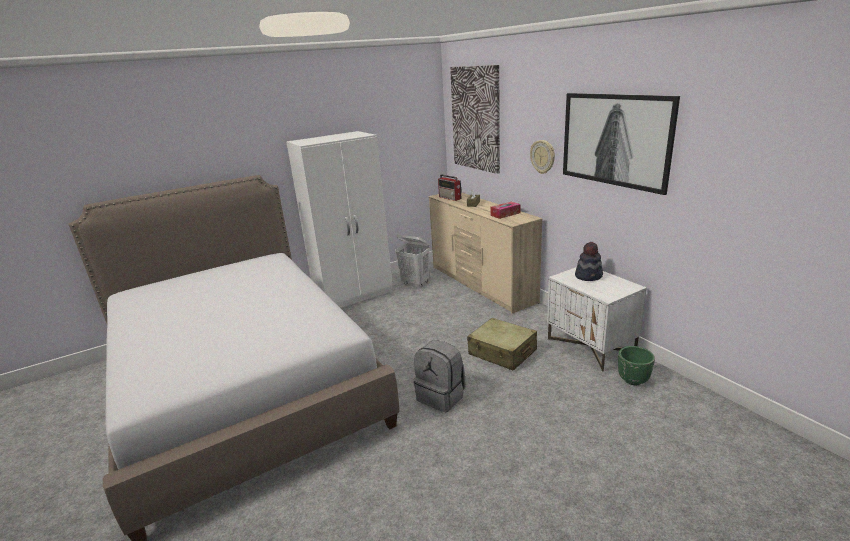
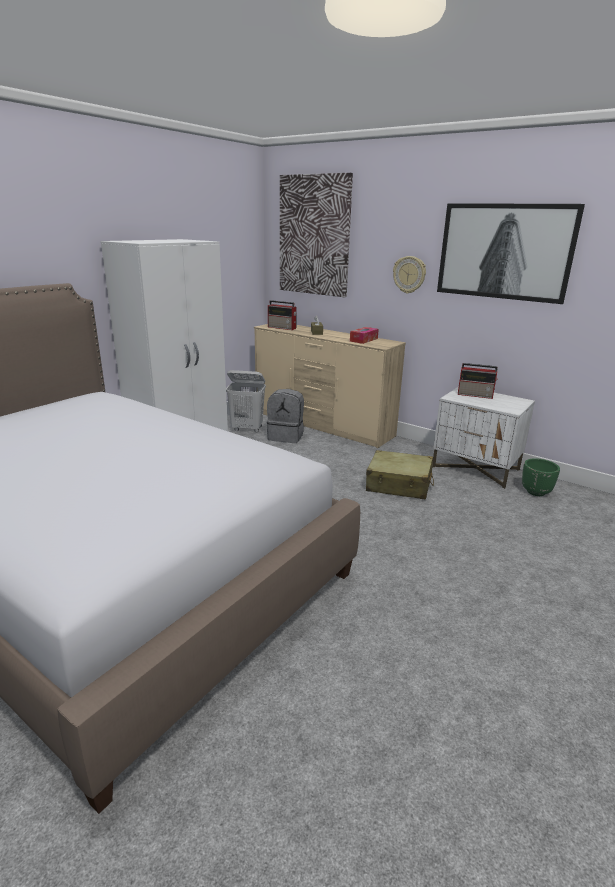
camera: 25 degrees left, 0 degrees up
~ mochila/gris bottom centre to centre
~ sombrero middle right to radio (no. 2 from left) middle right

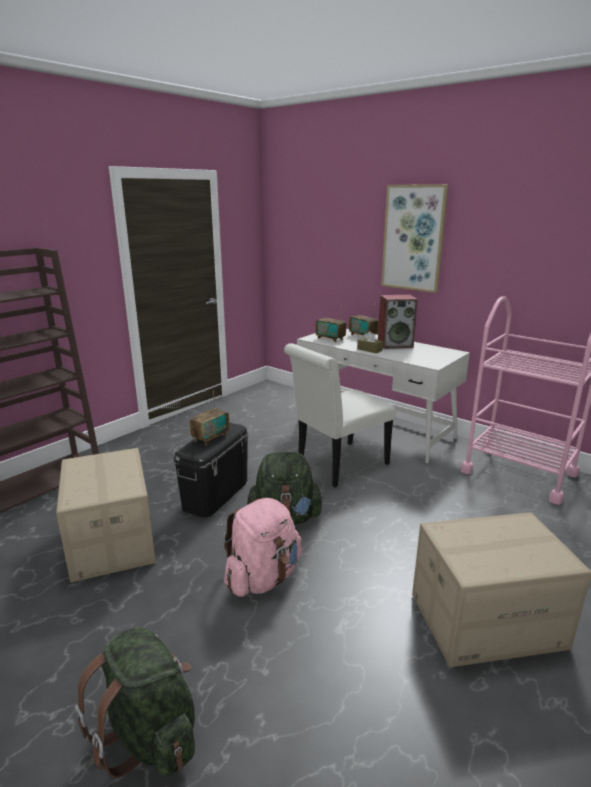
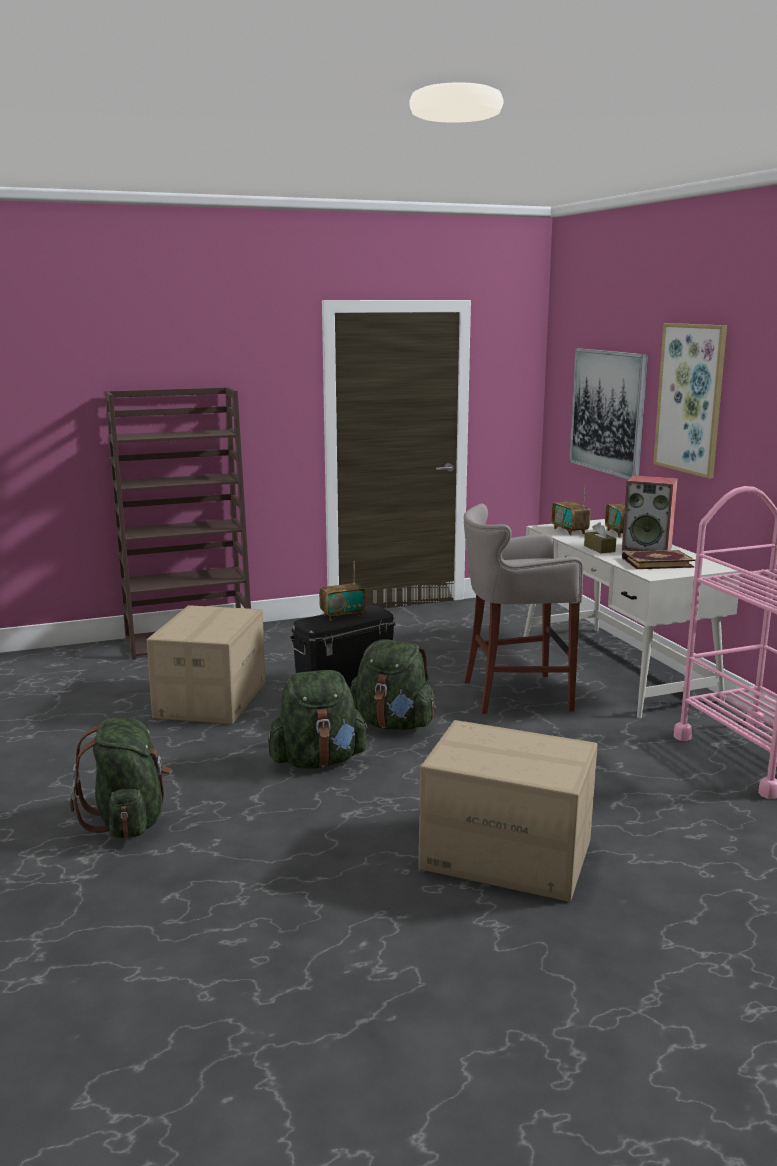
camera: 30 degrees right, 5 degrees down
~ mochila/rosa bottom centre to mochila/verde (no. 2 from left) centre
~ silla/blanco centre to taburete/gris middle right
+ cuadro (no. 1 from left) middle right
+ libro middle right

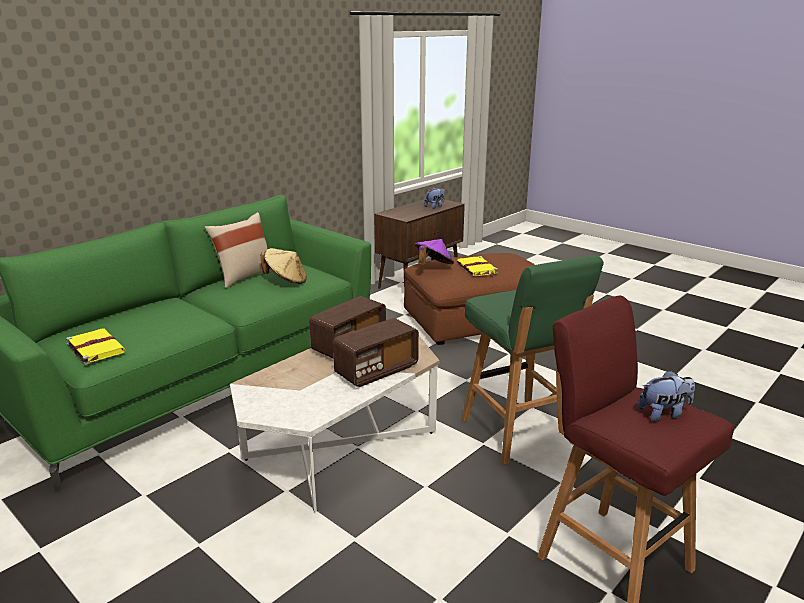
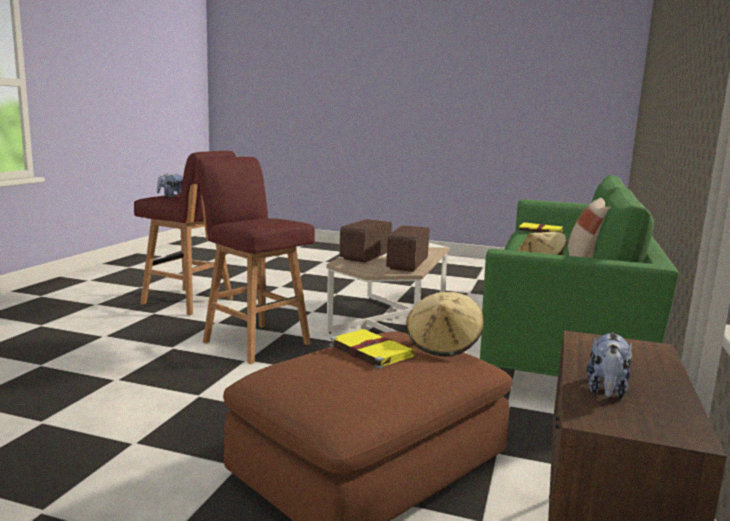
camera: 155 degrees right, 10 degrees down
~ sombrero/morado centre to sombrero/beis (no. 1 from left) centre
~ taburete/verde centre to taburete/rojo (no. 2 from left) centre

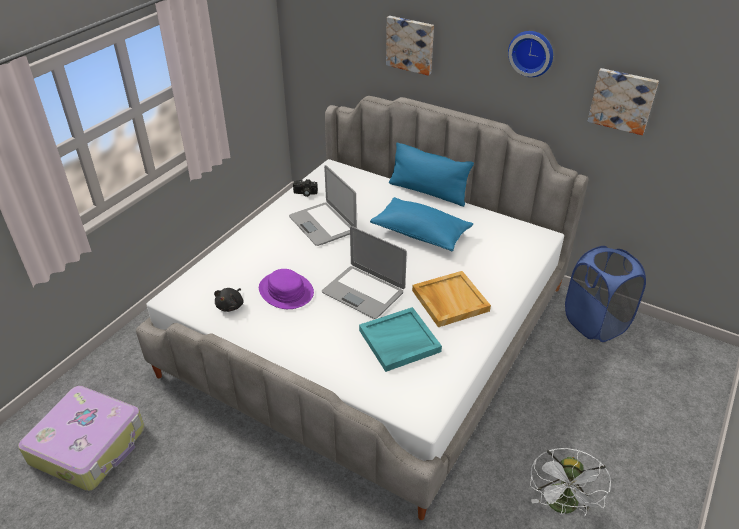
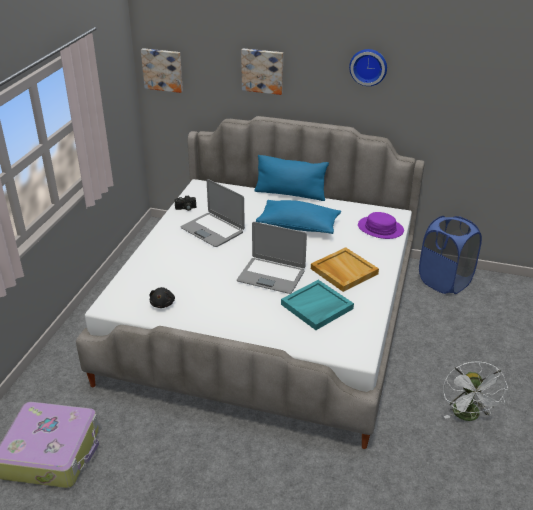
camera: 15 degrees left, 5 degrees down
~ sombrero/morado centre to middle right
~ cuadro (no. 2 from left in the first image) top right to cuadro (no. 1 from left) top left

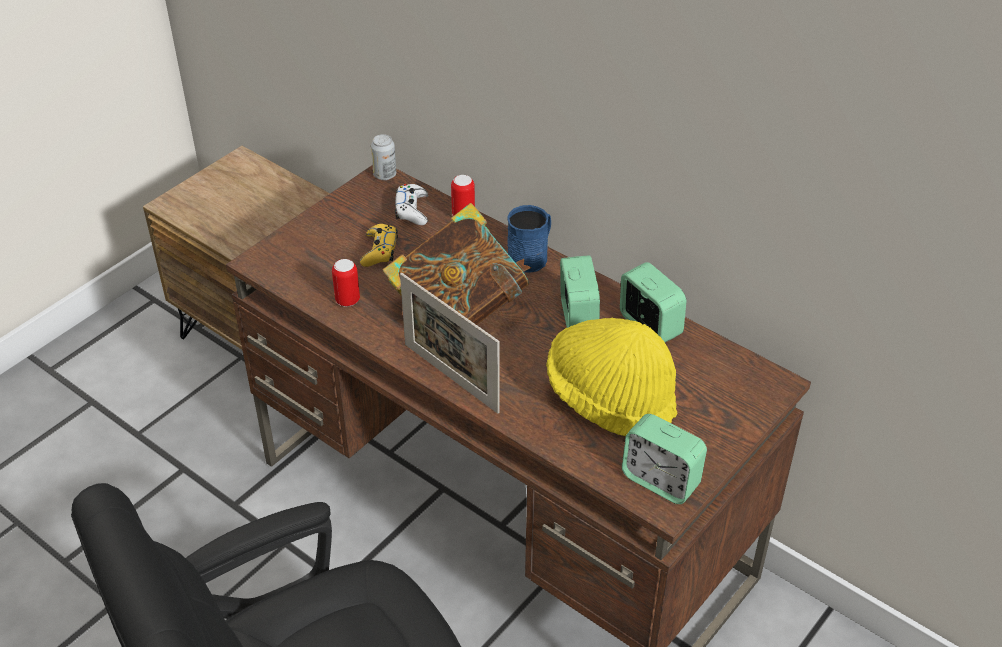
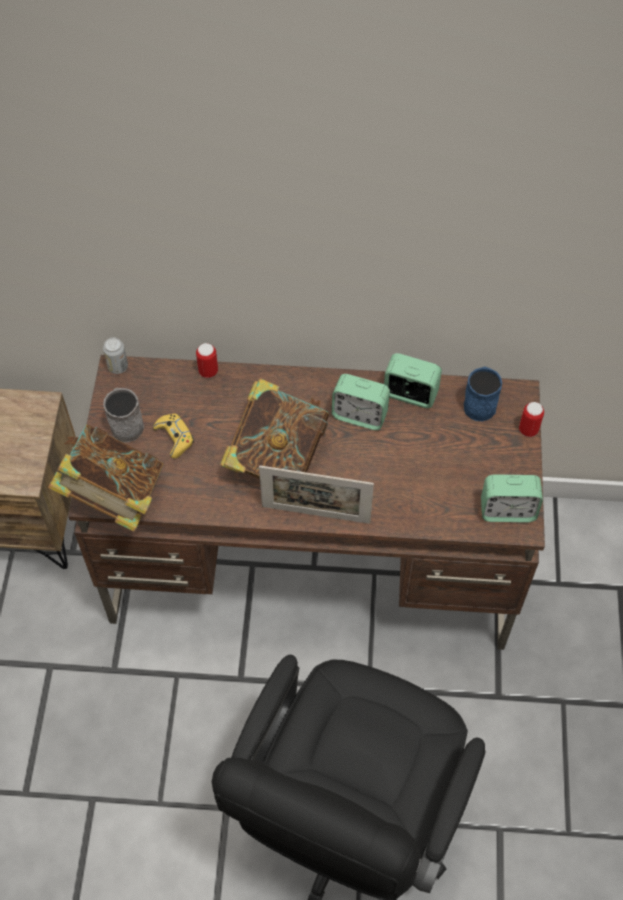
camera: 35 degrees left, 15 degrees up
~ lata (no. 1 from left in the first image) centre to lata (no. 3 from left) middle right
- mando de consola/blanco top centre
~ taza grande/azul centre to middle right
- sombrero/amarillo centre
~ despertador (no. 1 from left) centre = centre 150 degrees clockwise
+ libro (no. 1 from left) middle left
+ taza grande/gris middle left

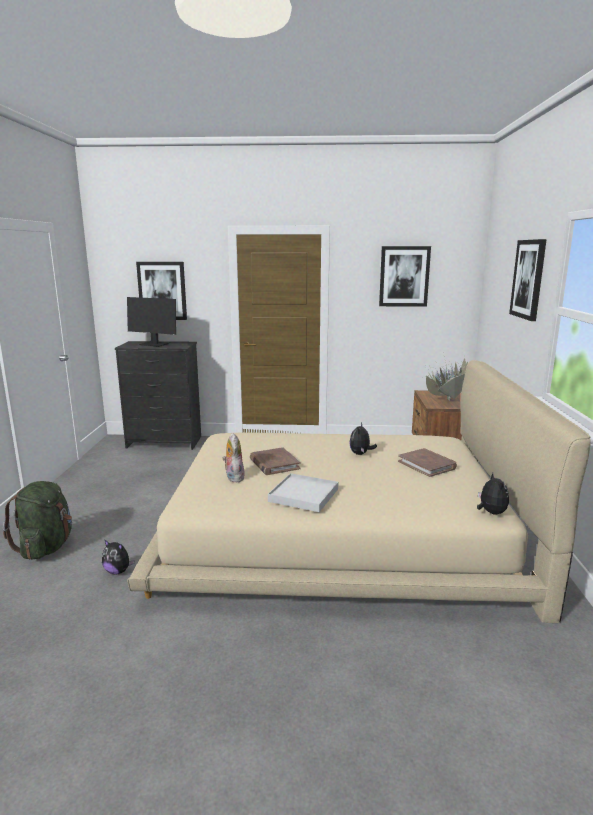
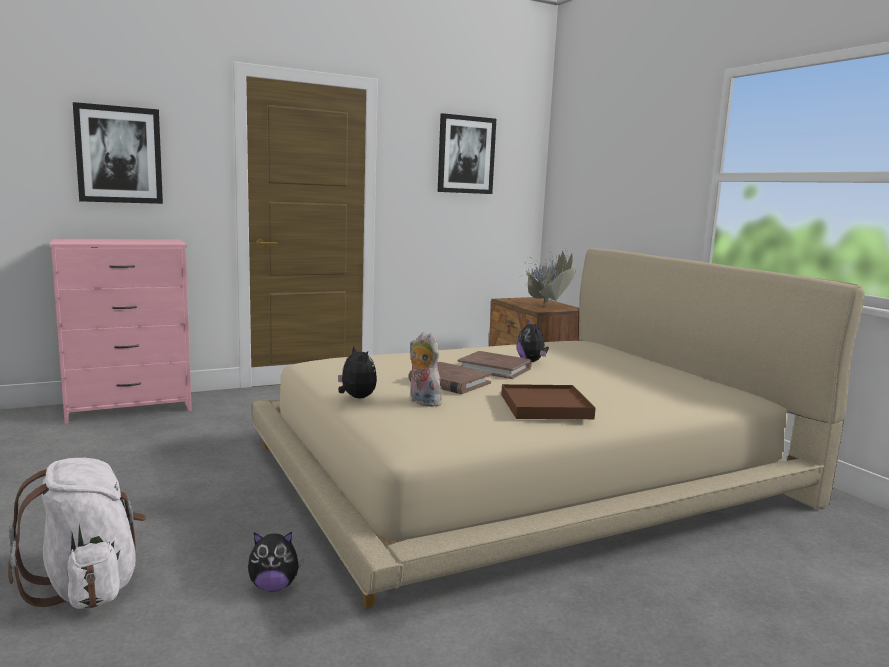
camera: 30 degrees left, 5 degrees down
~ mochila/verde middle left to mochila/blanco bottom left
~ cómoda/negro middle left to cómoda/rosa middle left
- monitor middle left
~ bandeja/blanco centre to bandeja/marrón centre
~ libro/marrón (no. 2 from left) middle right to centre
~ peluche (no. 4 from left in the first image) middle right to peluche (no. 2 from left) centre
- cuadro (no. 3 from left) middle right

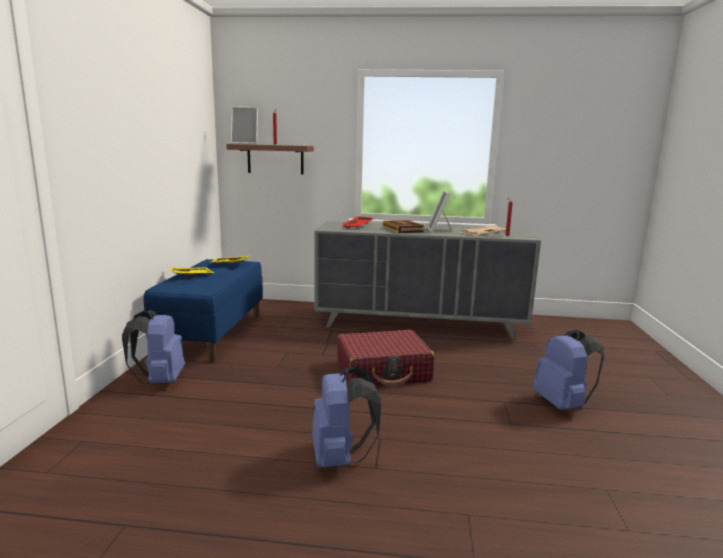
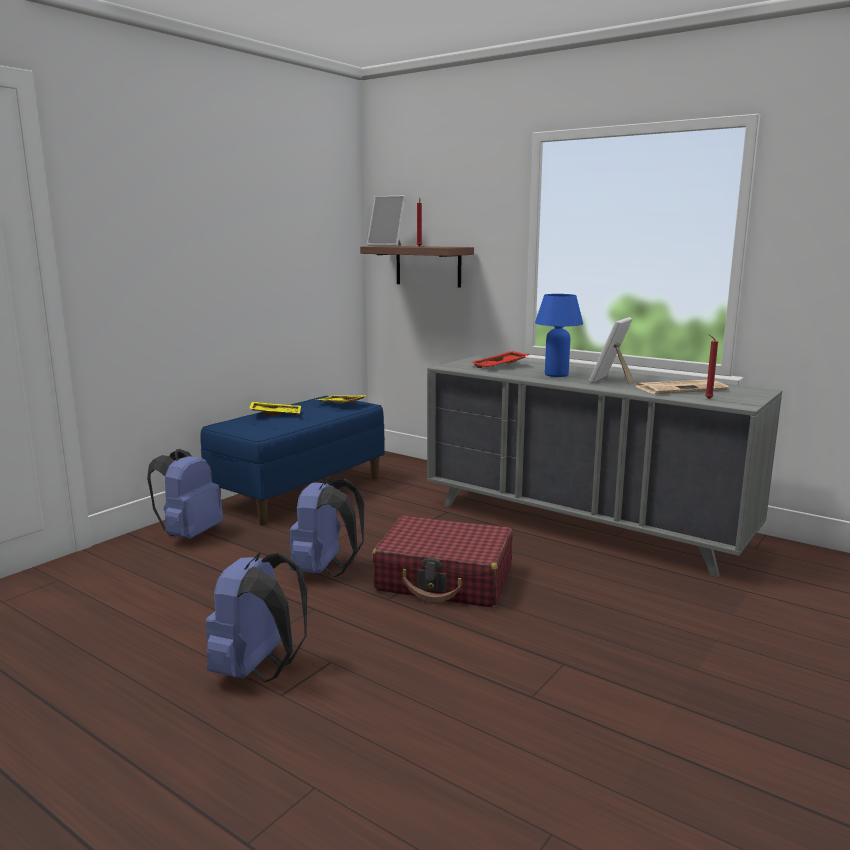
camera: 30 degrees right, 0 degrees up
~ libro centre to lámpara de mesa/azul centre
~ mochila/azul (no. 3 from left) middle right to centre

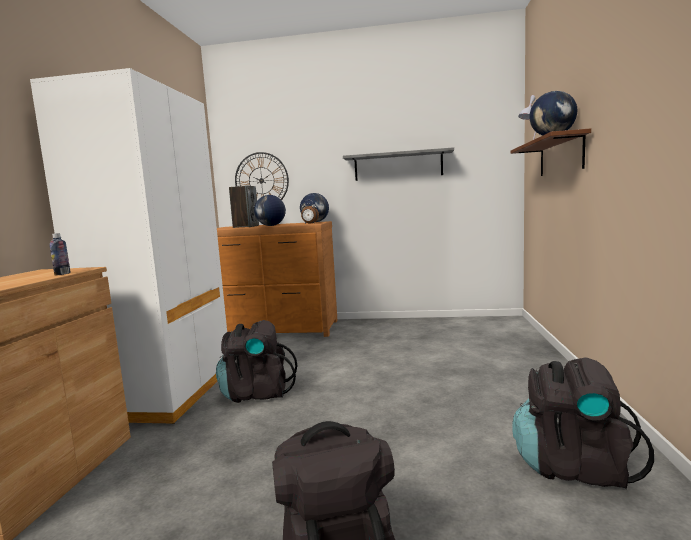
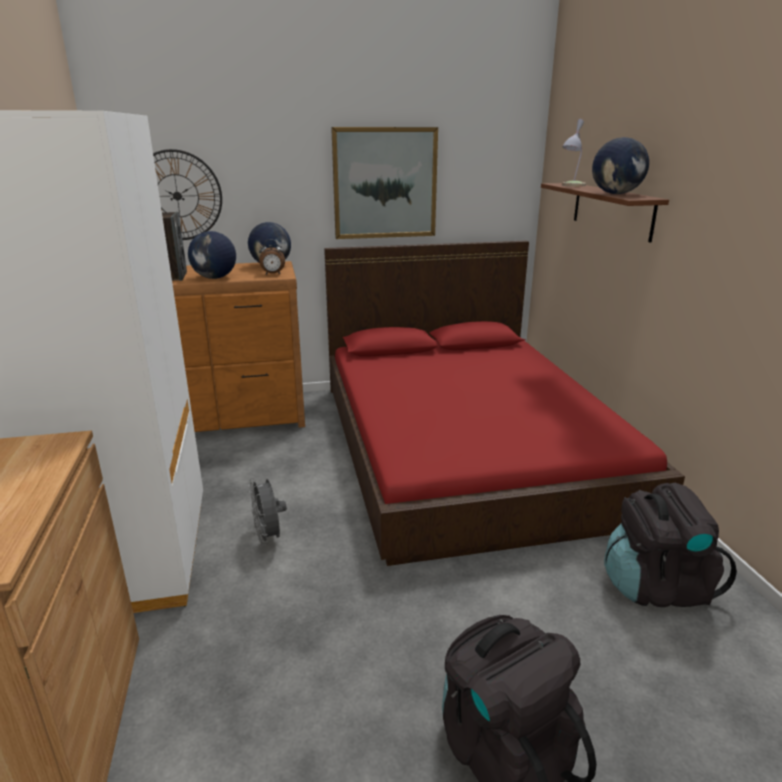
camera: 20 degrees left, 15 degrees up
- botella middle left
~ mochila/negro (no. 1 from left) bottom centre to ventilador/gris centre
~ estante/gris top centre to cuadro top centre
+ cama/rojo centre

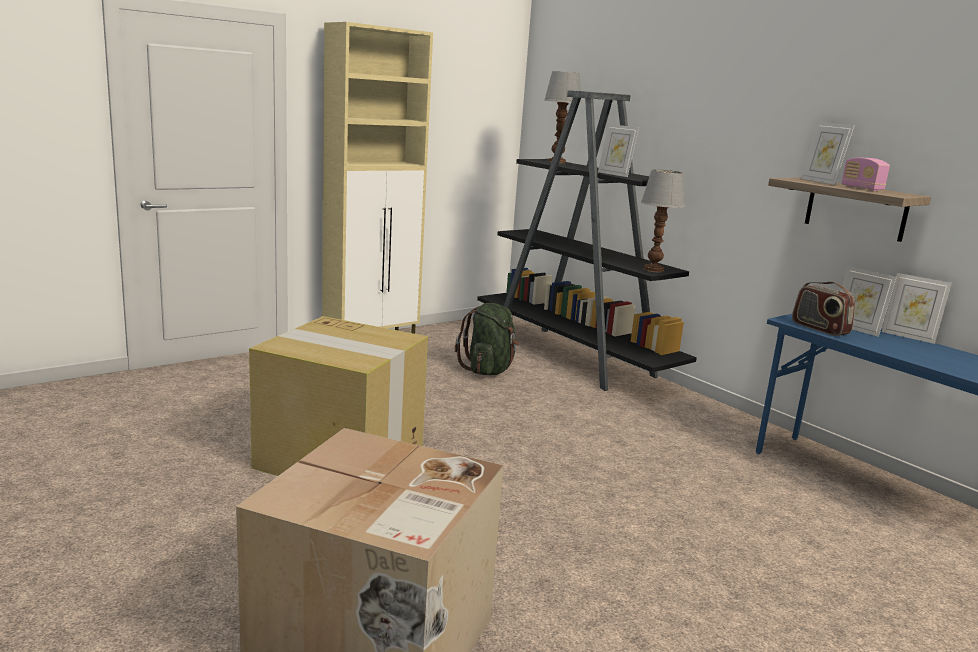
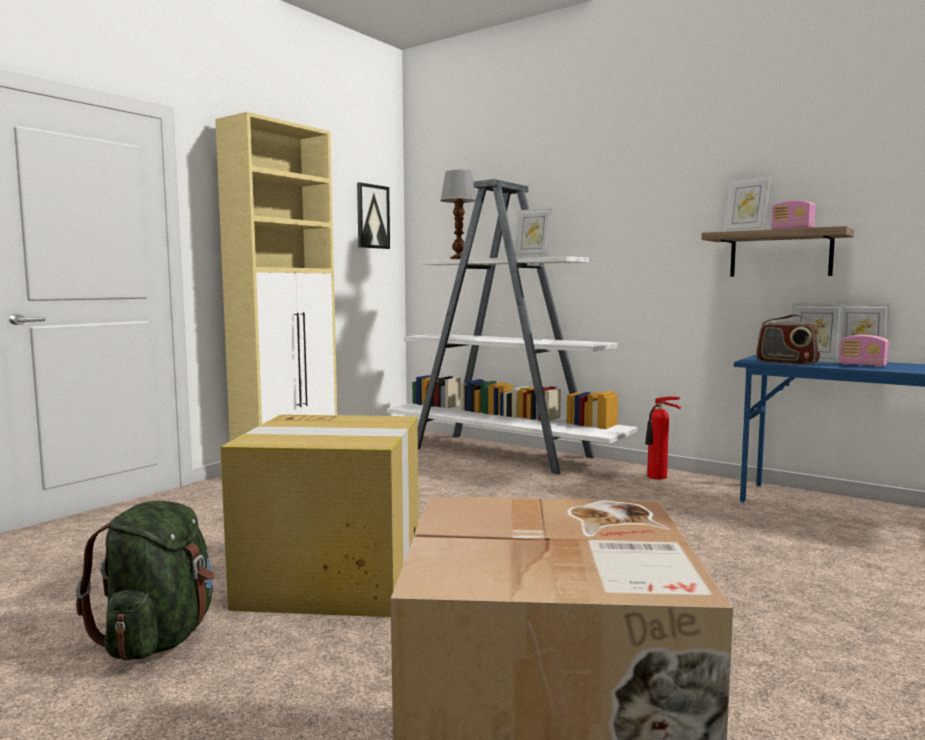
camera: 15 degrees left, 10 degrees down
~ mochila/verde centre to bottom left
~ estantería/negro centre to estantería/blanco centre
- lámpara de mesa (no. 2 from left) middle right
+ cuadro top centre
+ extintor middle right
+ radio (no. 3 from left) middle right

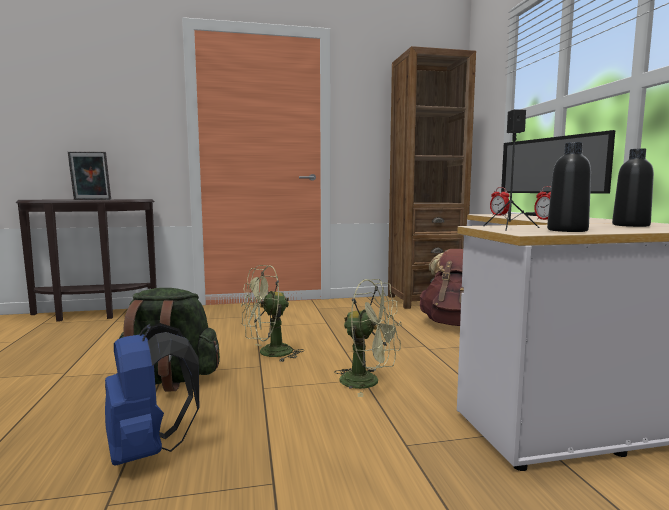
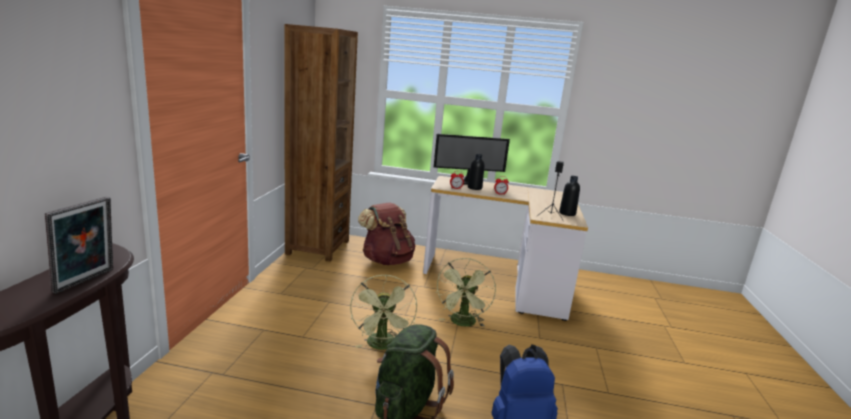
camera: 70 degrees left, 10 degrees up
~ ventilador/verde (no. 2 from left) centre = bottom centre 150 degrees clockwise
~ botella/negro (no. 2 from left in the first image) middle right to botella/negro (no. 1 from left) centre

